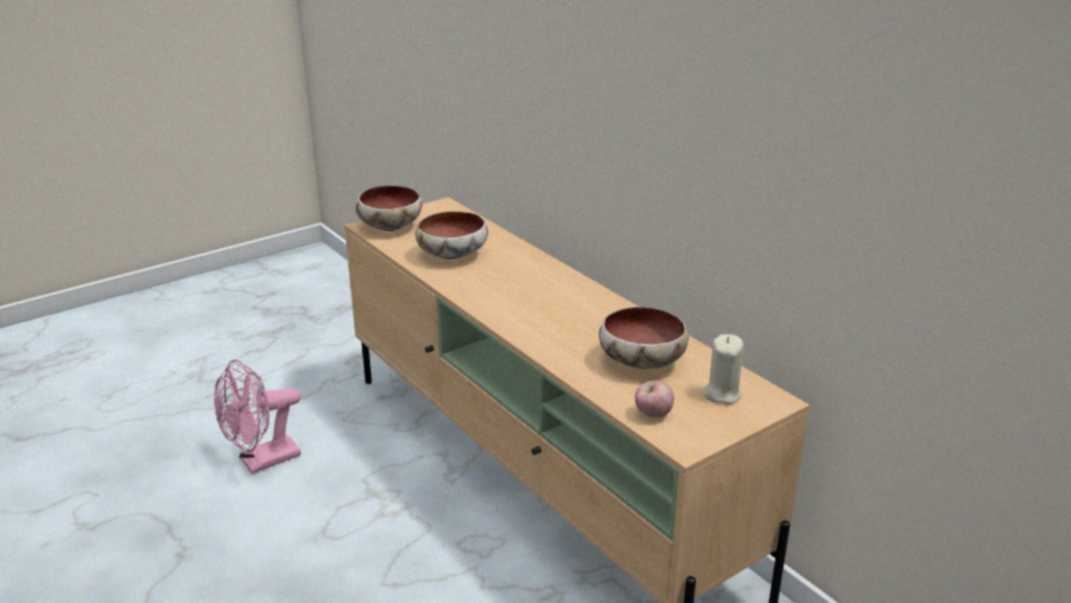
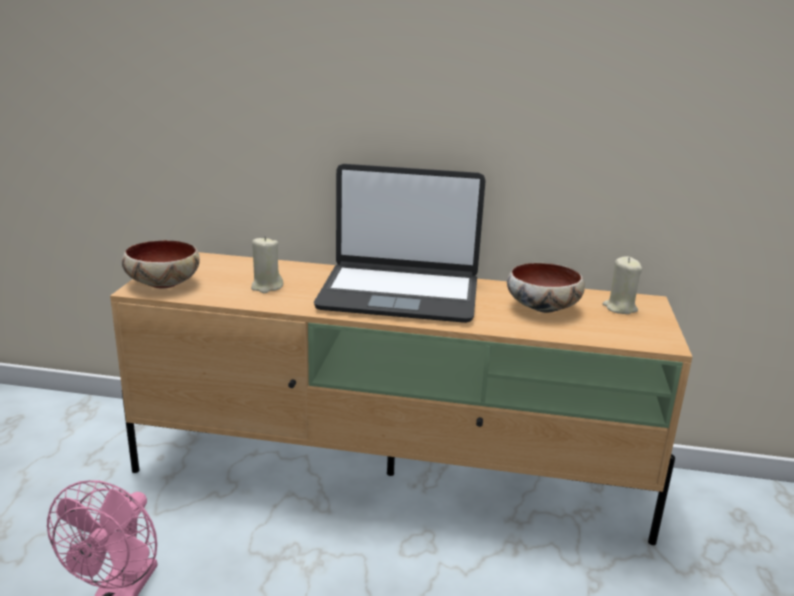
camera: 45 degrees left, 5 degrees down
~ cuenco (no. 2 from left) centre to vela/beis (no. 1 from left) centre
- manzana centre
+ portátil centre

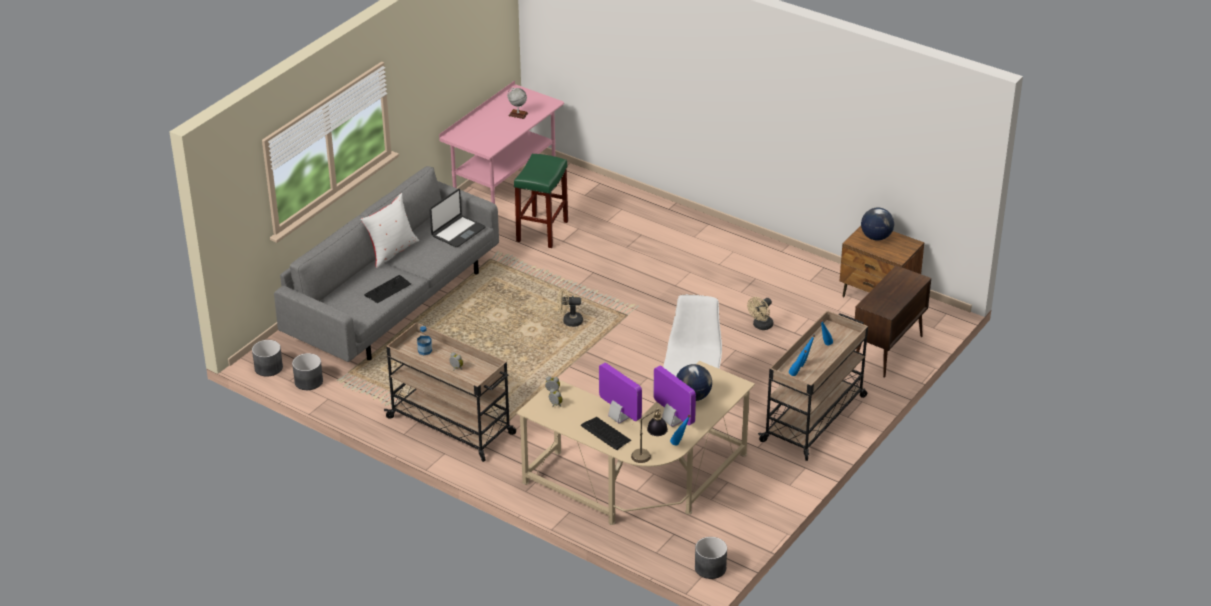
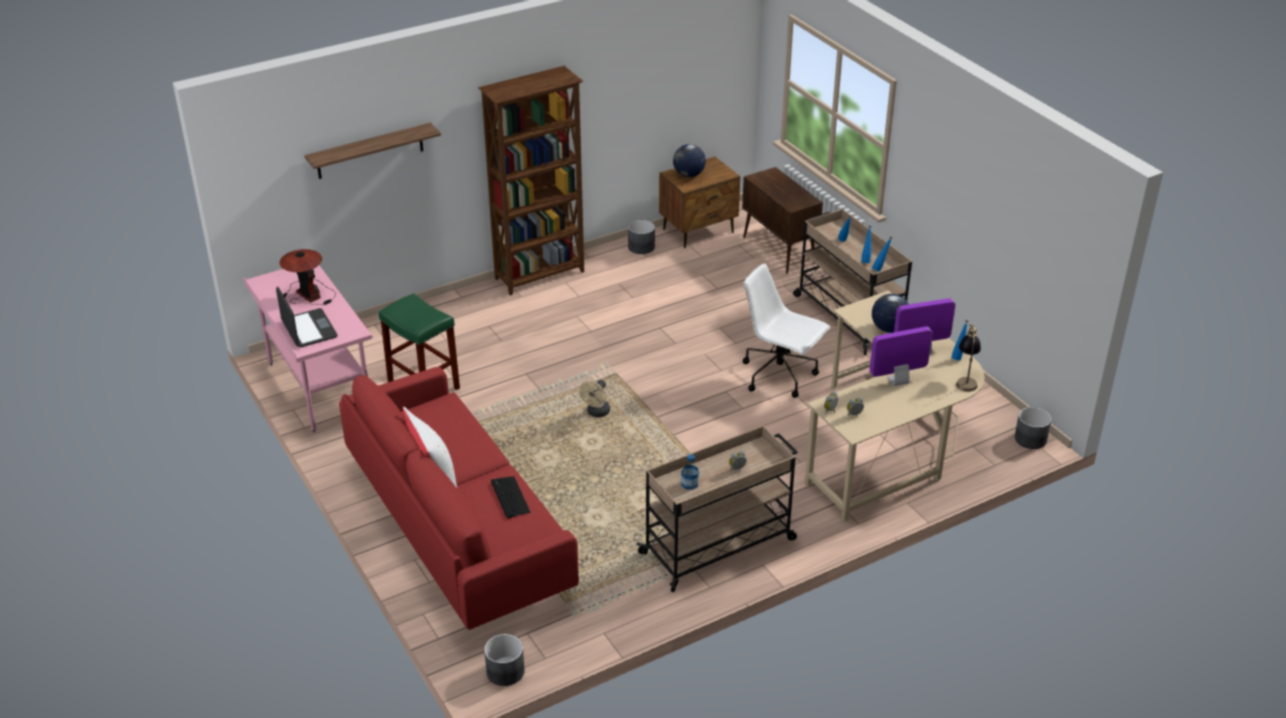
camera: 65 degrees left, 0 degrees up
~ sofá/gris middle left to sofá/rojo bottom centre
~ maceta/gris (no. 2 from left) middle left to top centre
~ portátil centre to middle left
~ globo terráqueo (no. 1 from left) top centre to lámpara de mesa (no. 1 from left) middle left
- teclado (no. 2 from left) bottom centre
- ventilador/beis (no. 2 from left) centre
+ estante top left
+ estantería/marrón top centre

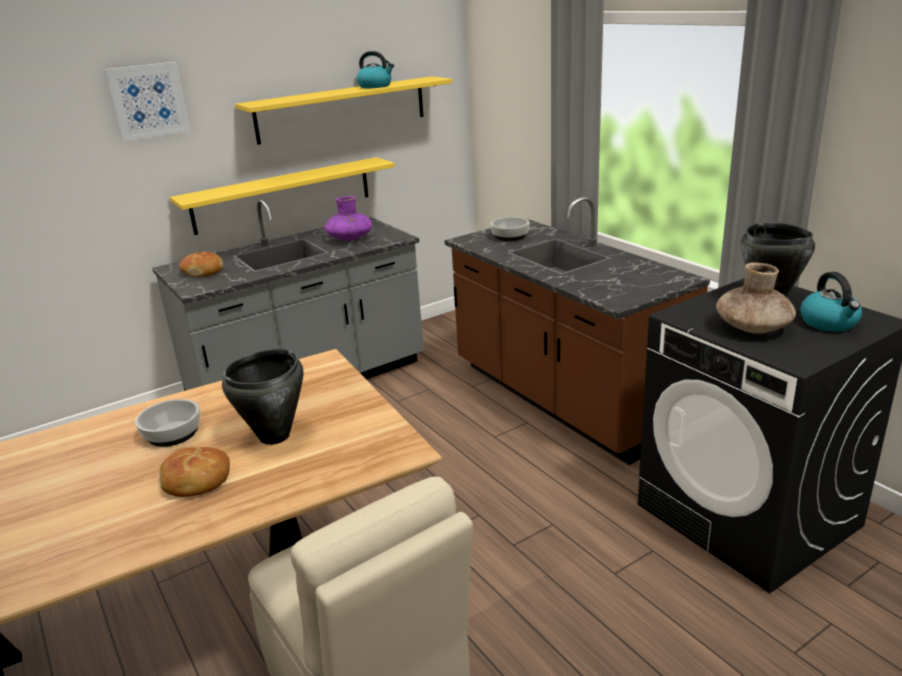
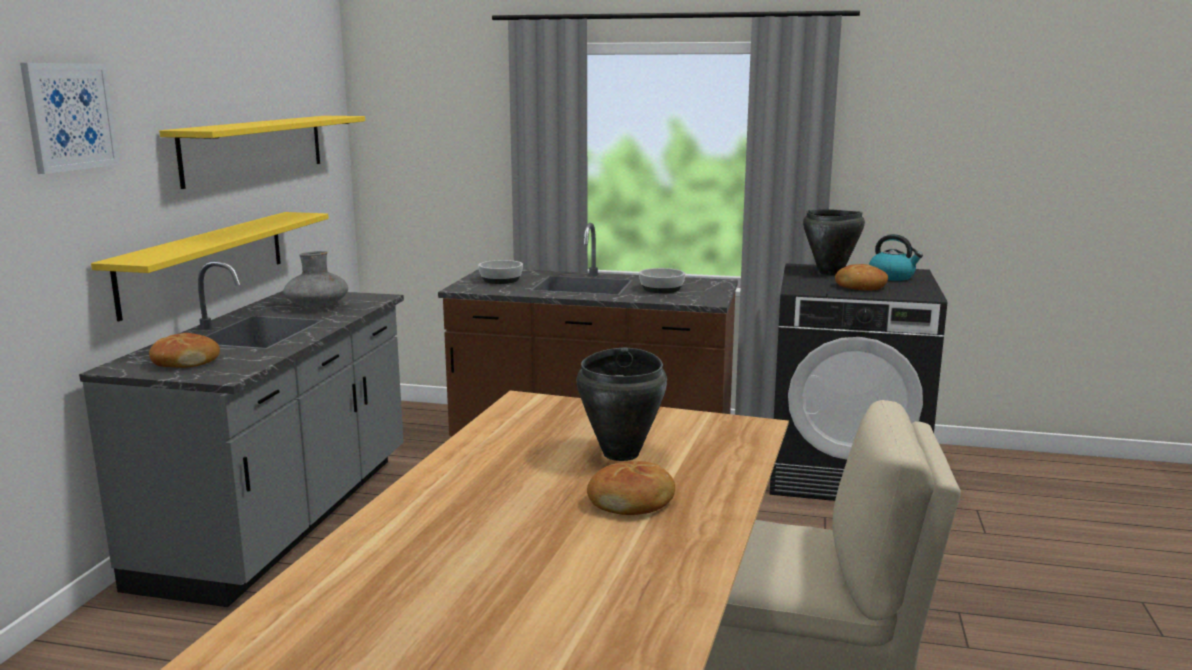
camera: 45 degrees left, 10 degrees down
~ cuenco (no. 1 from left in the first image) middle left to cuenco (no. 2 from left) centre
~ florero/morado top centre to florero/gris middle left
- hervidor (no. 1 from left) top centre
~ florero/marrón middle right to pan (no. 3 from left) middle right

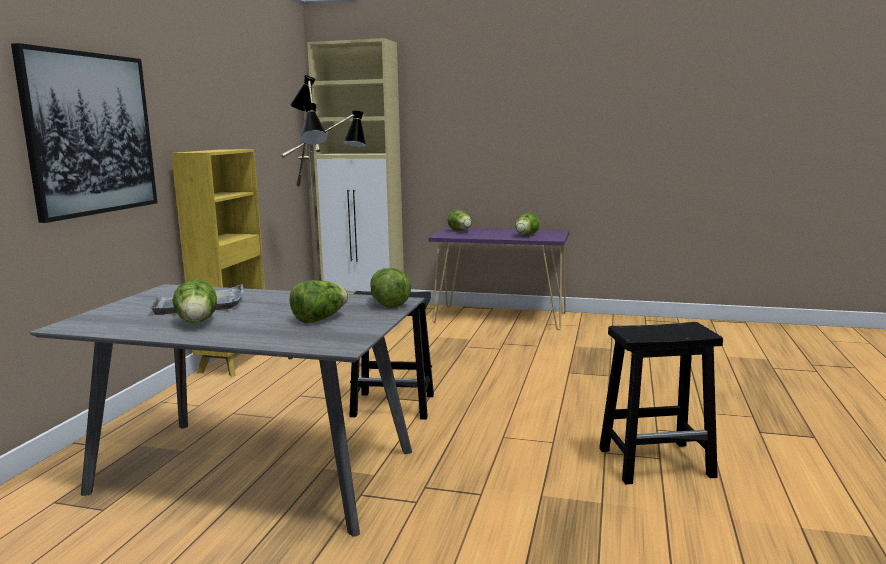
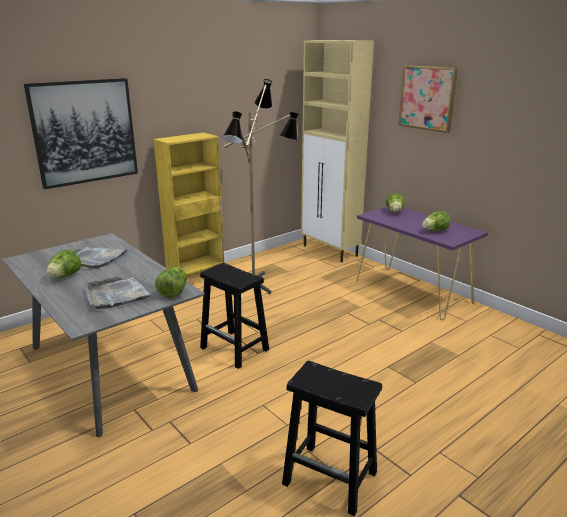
camera: 35 degrees right, 10 degrees up
~ lechuga (no. 2 from left) centre to bandeja/gris (no. 2 from left) middle left
+ cuadro (no. 2 from left) top right

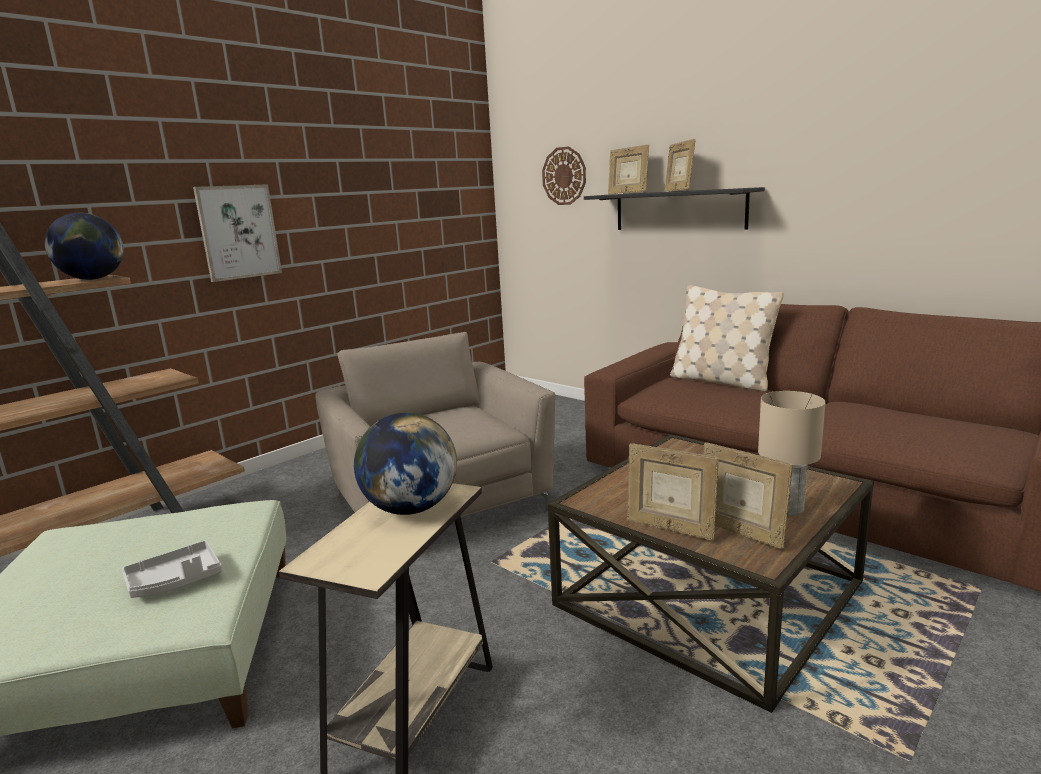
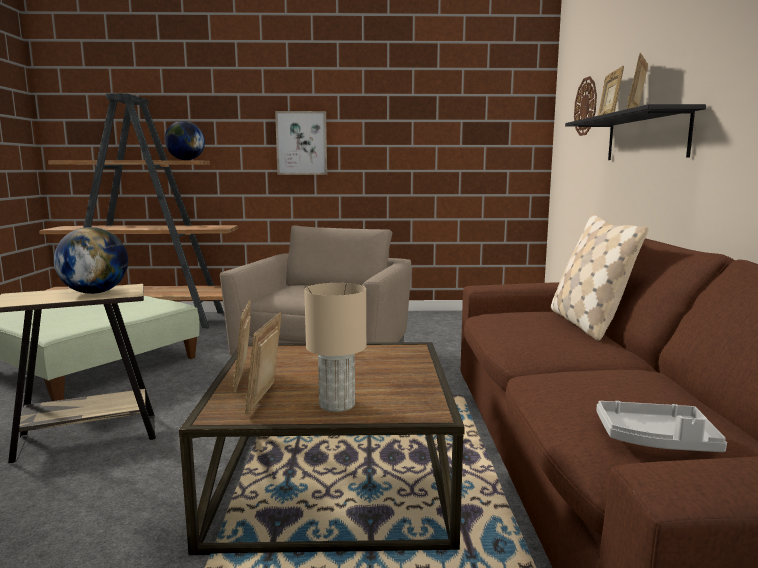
camera: 45 degrees right, 5 degrees down
~ bandeja/gris bottom left to bottom right

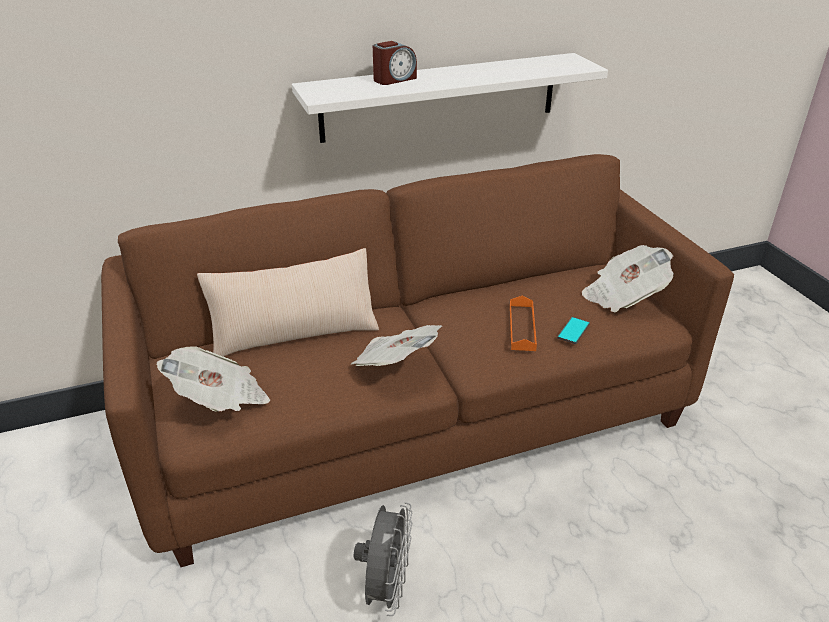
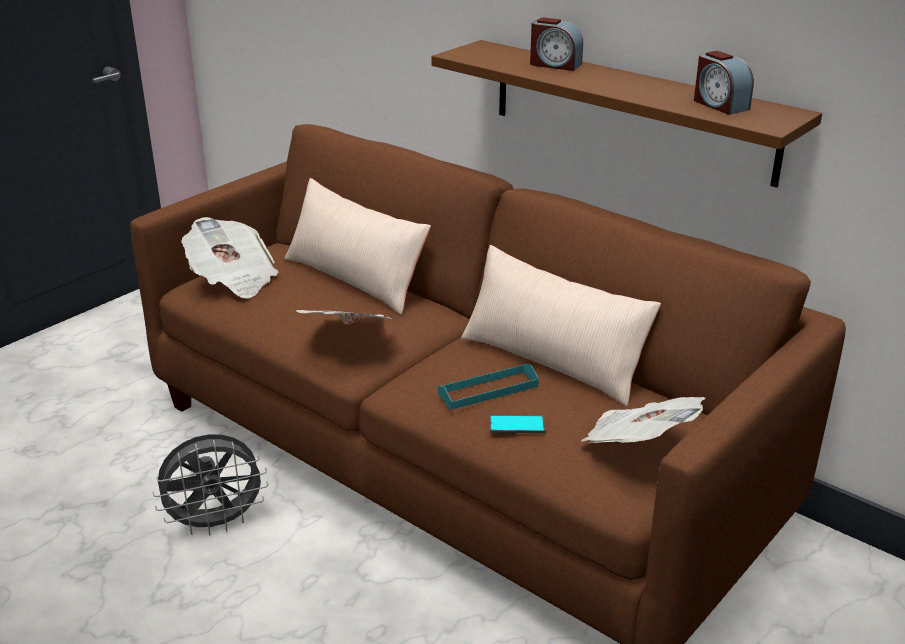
camera: 60 degrees right, 5 degrees down
~ estante/blanco top centre to estante/marrón top right
~ bandeja/naranja centre to bandeja/turquesa centre
+ cojín/beis (no. 2 from left) centre
+ despertador (no. 2 from left) top right

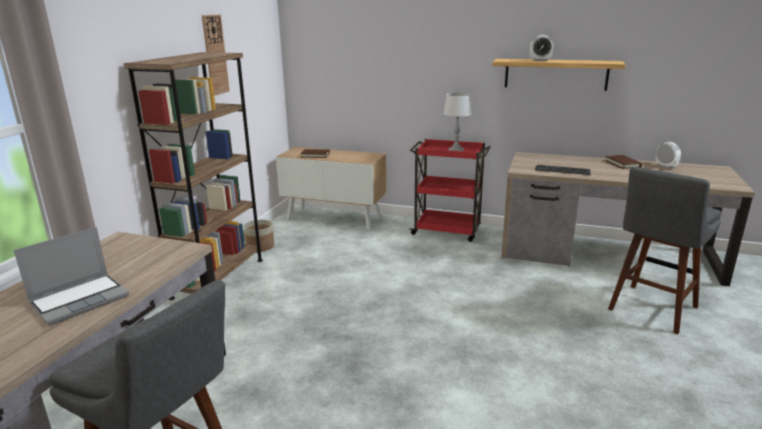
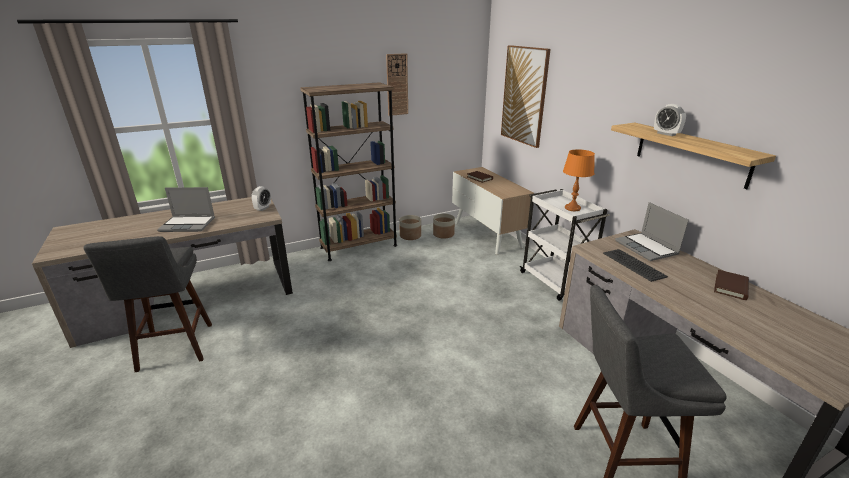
camera: 45 degrees right, 5 degrees up
~ carrito/rojo centre to carrito/blanco centre
~ lámpara de mesa/gris top centre to lámpara de mesa/naranja middle right
~ despertador (no. 2 from left in the first image) middle right to despertador (no. 1 from left) middle left
+ maceta (no. 2 from left) centre
+ cuadro top centre
+ portátil (no. 2 from left) middle right

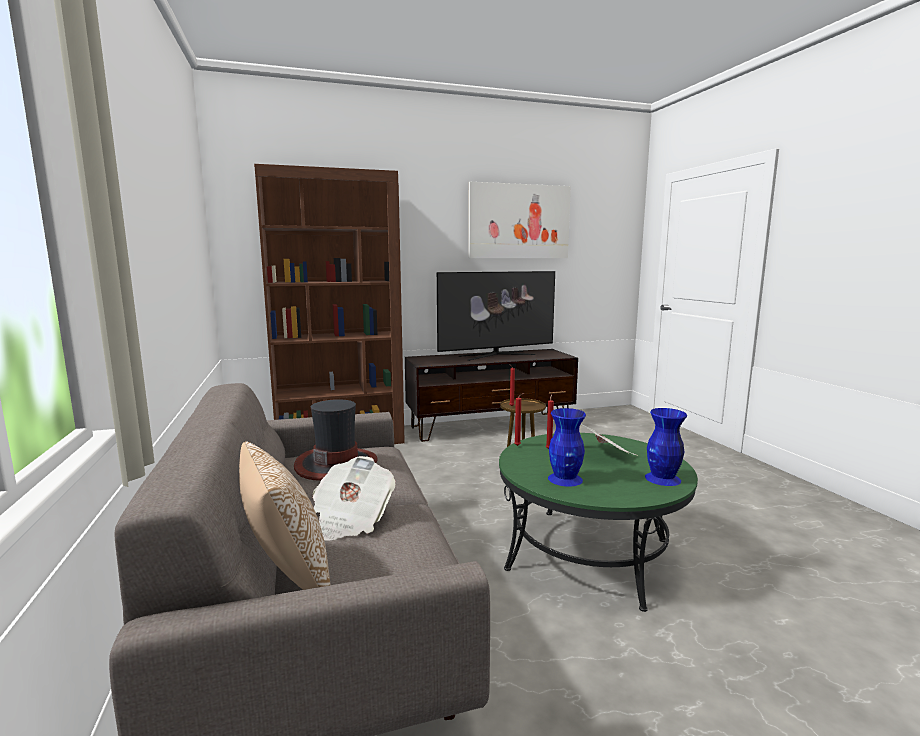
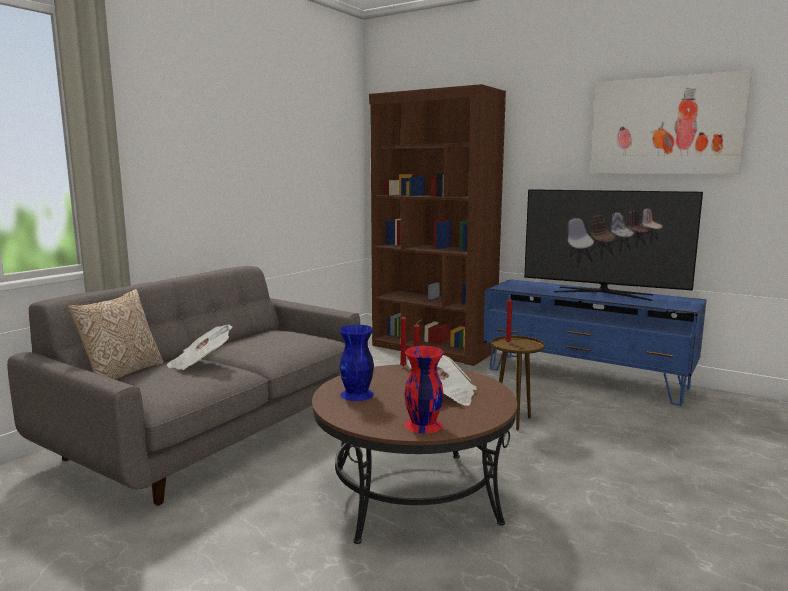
camera: 50 degrees right, 0 degrees up
- sombrero centre
~ mueble de televisión/marrón centre to mueble de televisión/azul middle right
~ mesa de centro/verde bottom centre to mesa de centro/marrón bottom centre
~ florero/azul (no. 2 from left) middle right to florero/rojo centre

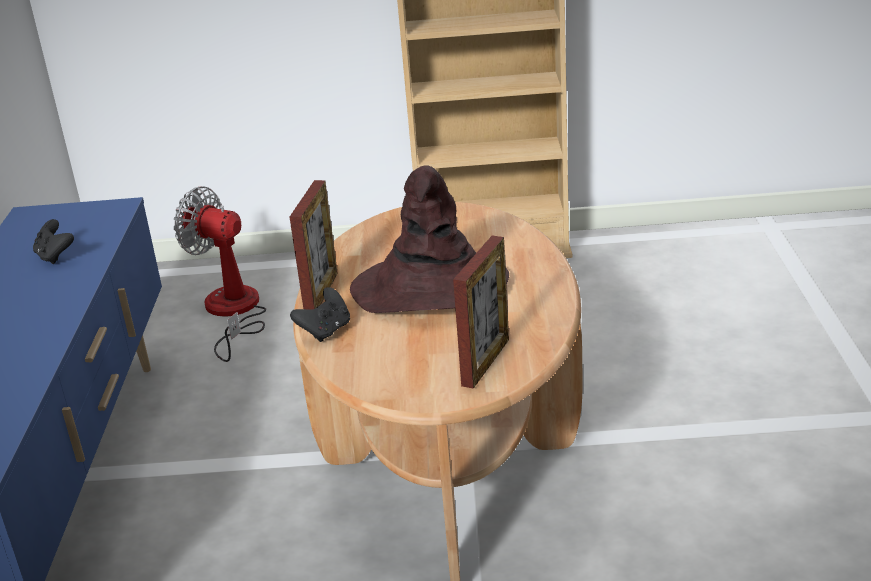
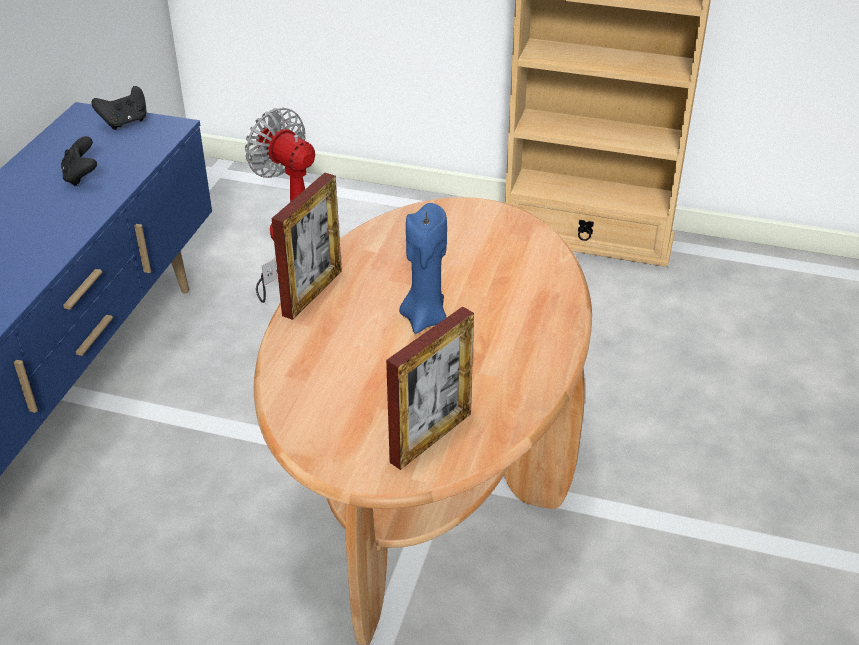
camera: 15 degrees right, 10 degrees up
~ mando de consola/negro (no. 2 from left) centre to top left
~ sombrero/marrón centre to vela/azul centre

